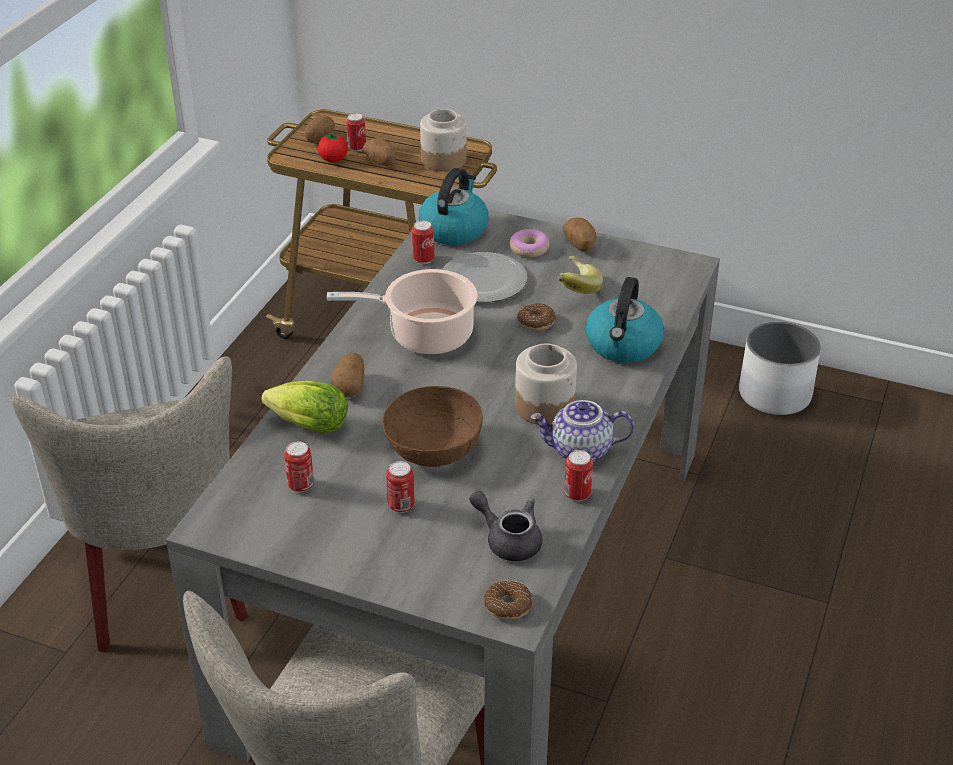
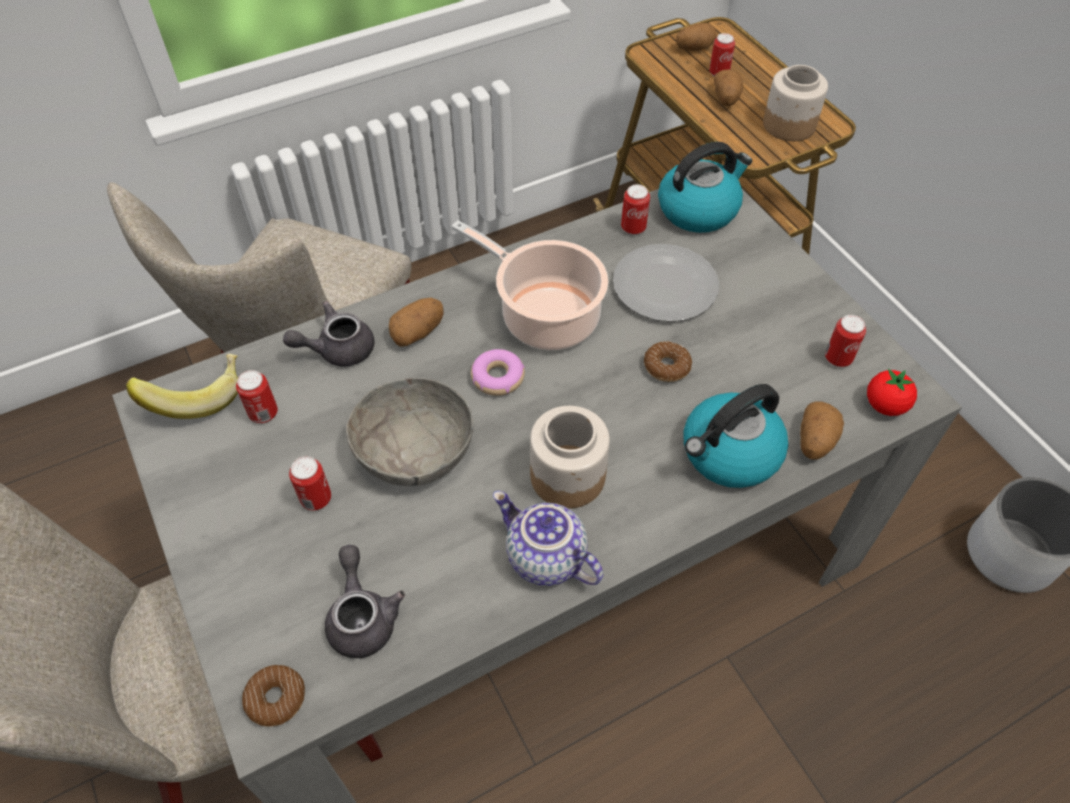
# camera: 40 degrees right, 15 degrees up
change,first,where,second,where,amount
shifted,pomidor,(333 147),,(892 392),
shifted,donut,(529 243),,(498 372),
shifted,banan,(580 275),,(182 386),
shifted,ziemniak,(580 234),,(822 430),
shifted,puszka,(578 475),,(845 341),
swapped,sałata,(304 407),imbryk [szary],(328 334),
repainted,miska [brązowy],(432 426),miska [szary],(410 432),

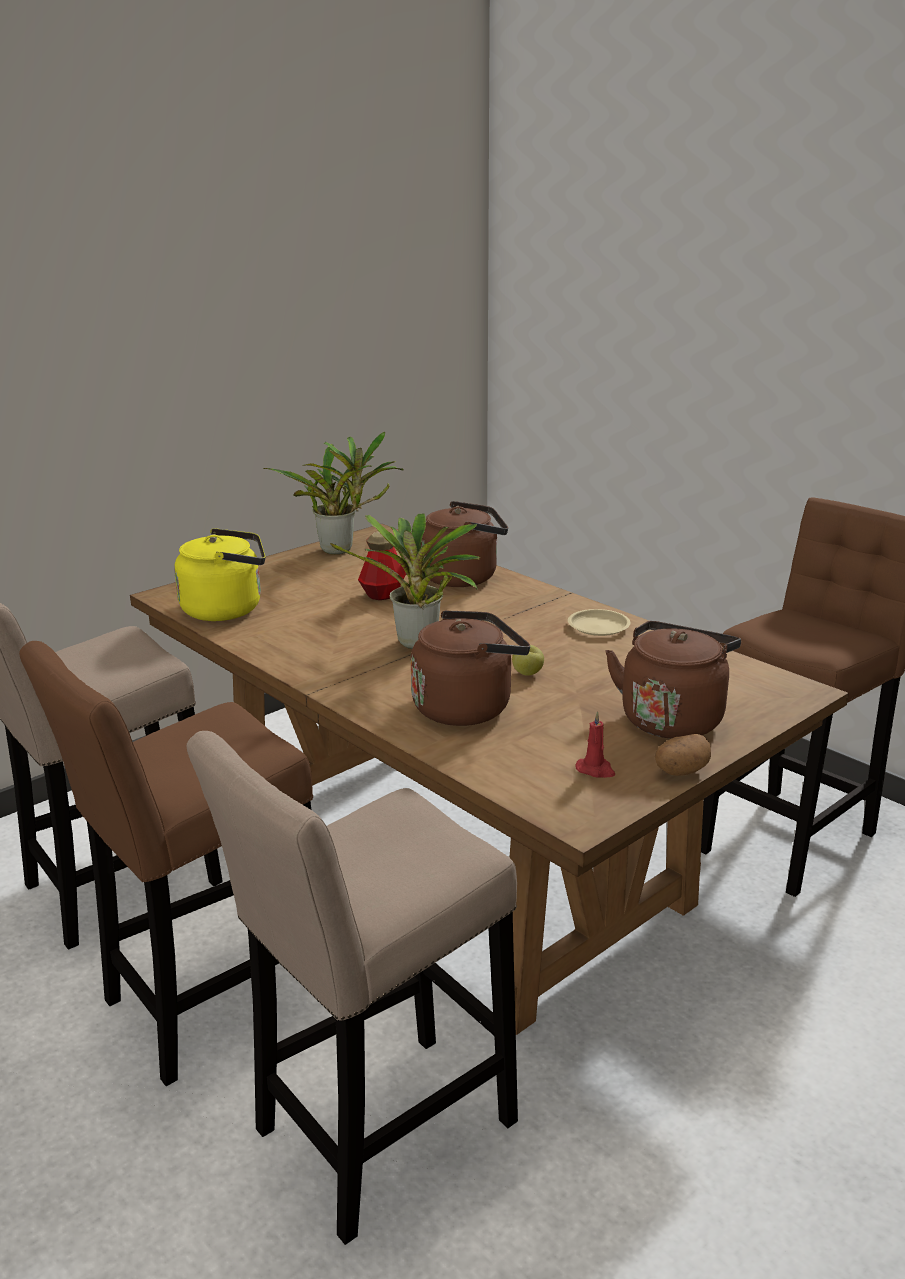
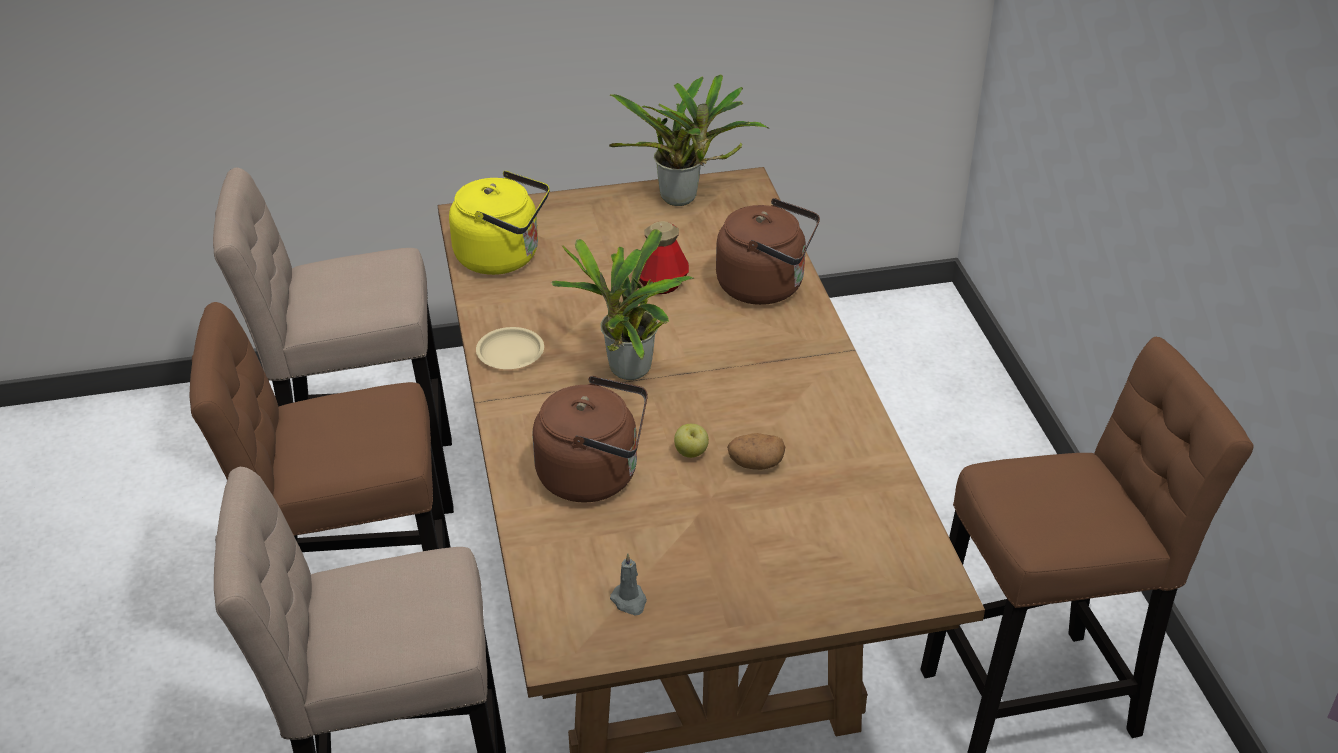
# camera: 30 degrees right, 15 degrees up
change,first,where,second,where,amount
gone,czajnik [brązowy],(673 680),,,
shifted,talerz [beżowy],(599 622),,(510 348),
shifted,ziemniak,(683 755),,(756 451),
repainted,świeca [czerwony],(595 744),świeca [szary],(628 584),

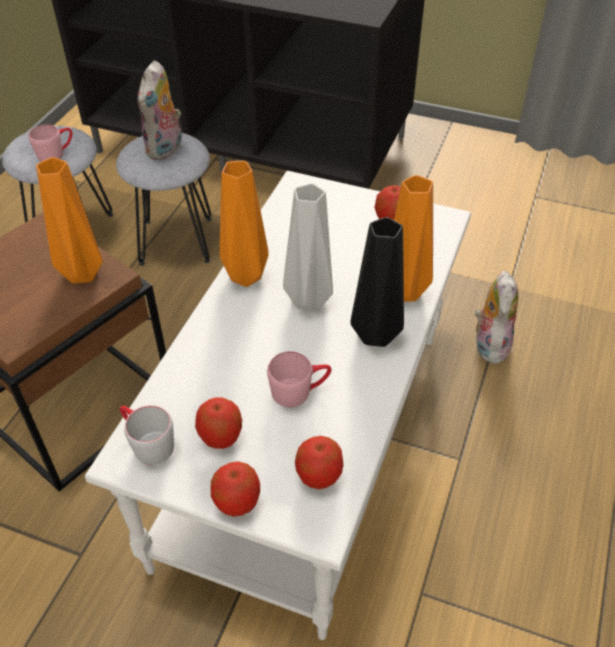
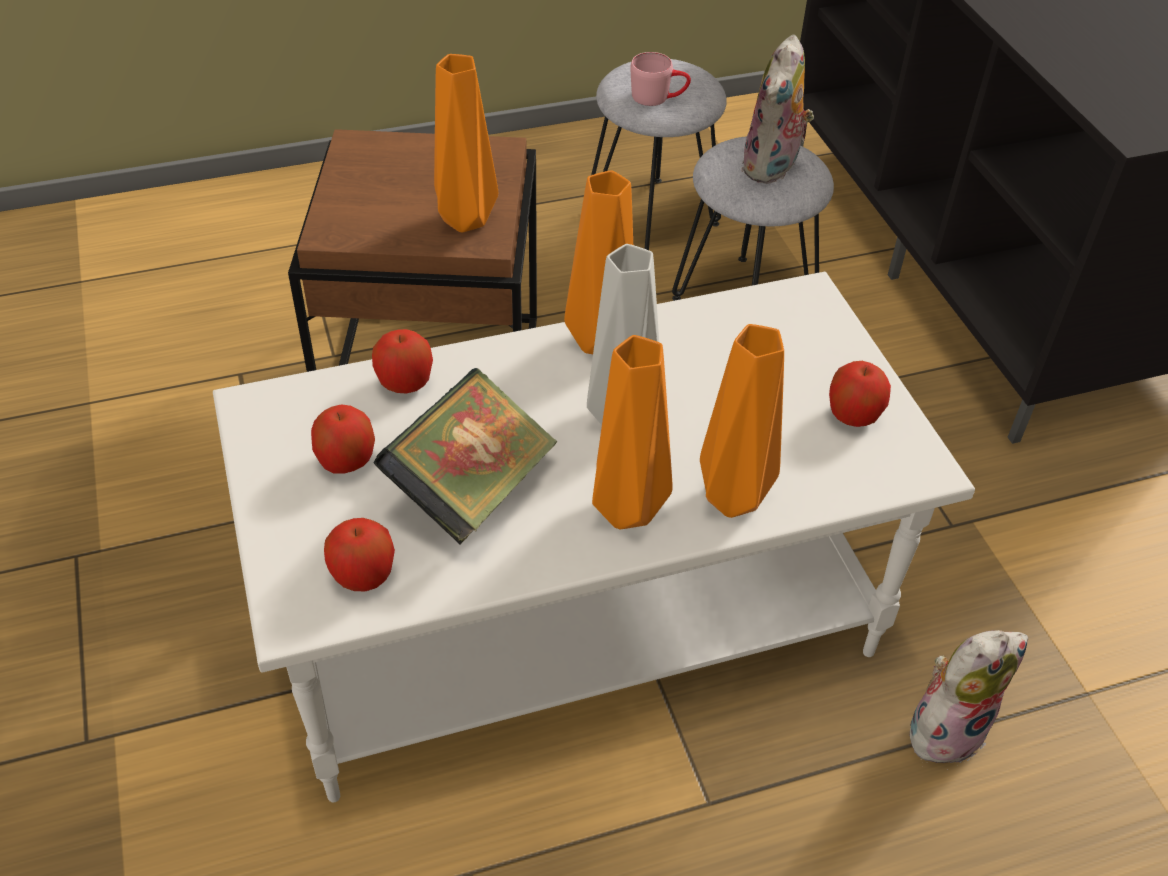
# camera: 50 degrees right, 0 degrees up
change,first,where,second,where,amount
gone,kubek [szary],(147 435),,,
shifted,jabłko,(235 489),,(402 361),
swapped,kubek [różowy],(299 379),książka,(465 456),
repainted,wazon [czarny],(377 282),wazon [pomarańczowy],(632 432),
rotated,pluszak,(159 110),,(777 109),45 degrees counterclockwise

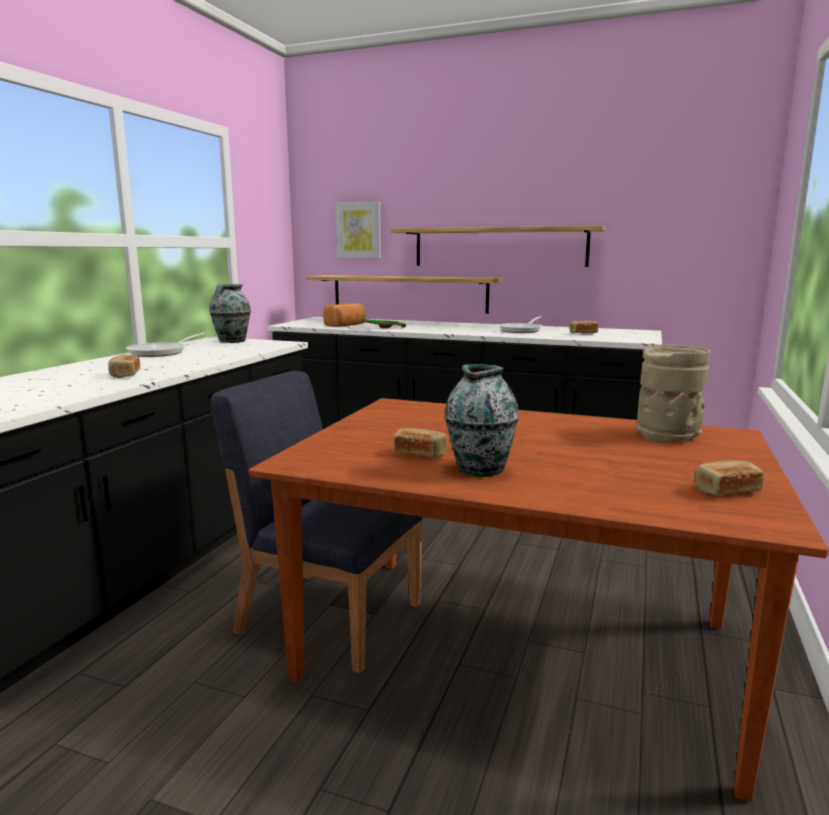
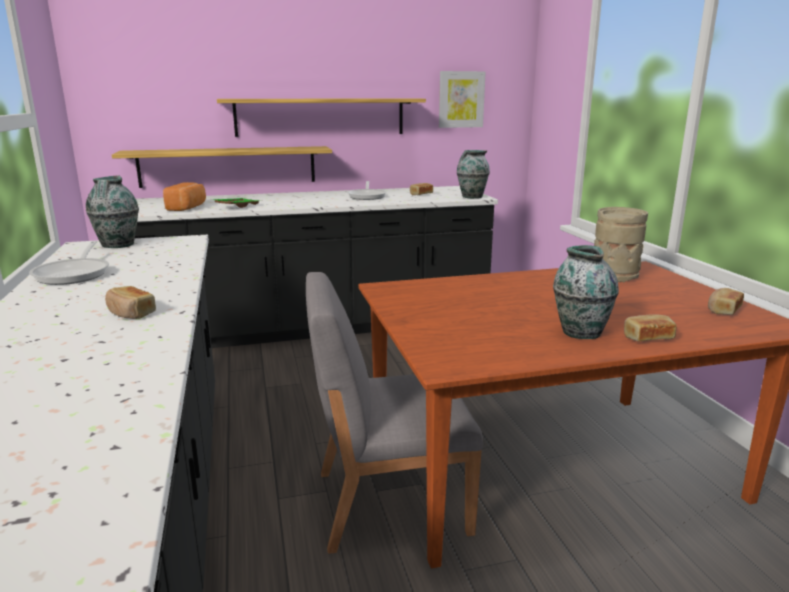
# camera: 35 degrees left, 5 degrees up
change,first,where,second,where,amount
new,,,wazon,(473 174),
shifted,obraz,(358 229),,(462 99),
shifted,chleb,(420 442),,(650 328),
repainted,krzesło [niebieski],(317 522),krzesło [szary],(394 413),

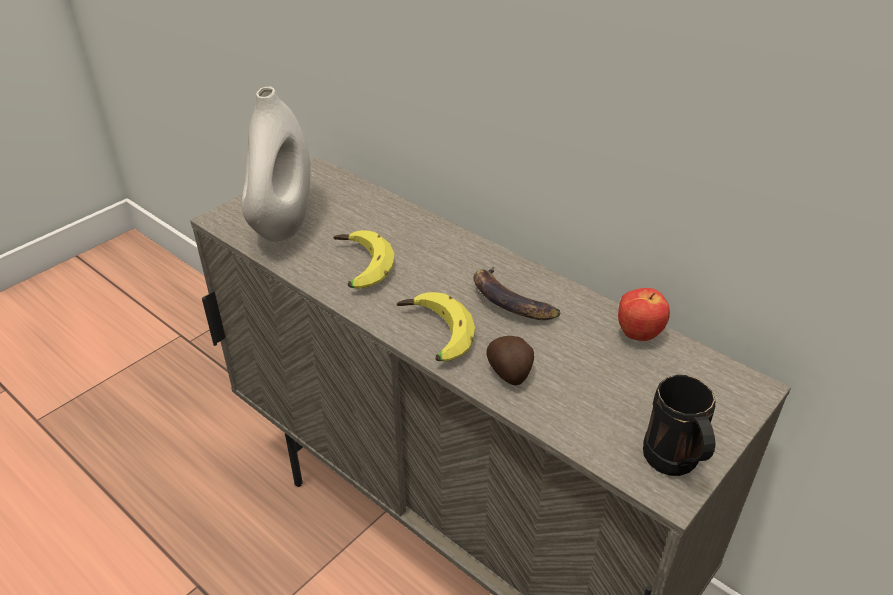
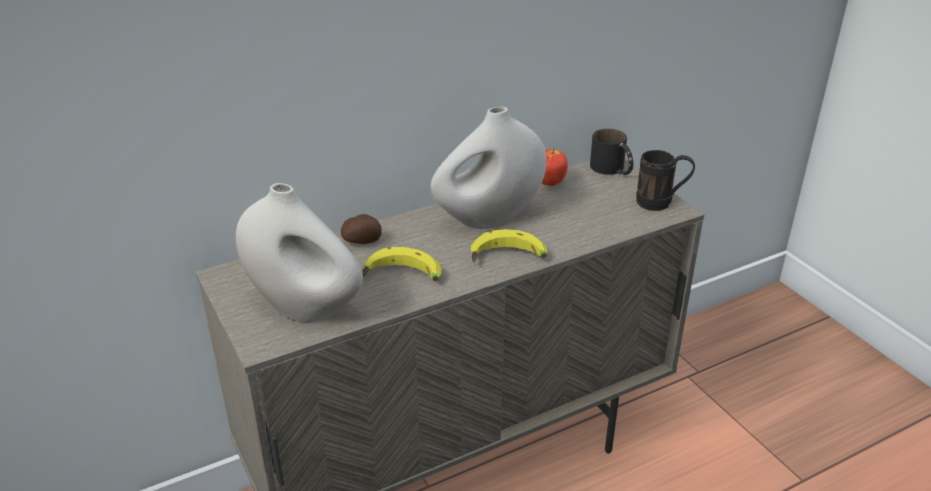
# camera: 70 degrees left, 5 degrees down
change,first,where,second,where,amount
new,,,kubek [czarny],(611 152),
shifted,ziemniak,(510 361),,(361 229),
swapped,banan,(516 293),wazon [biały],(488 167),

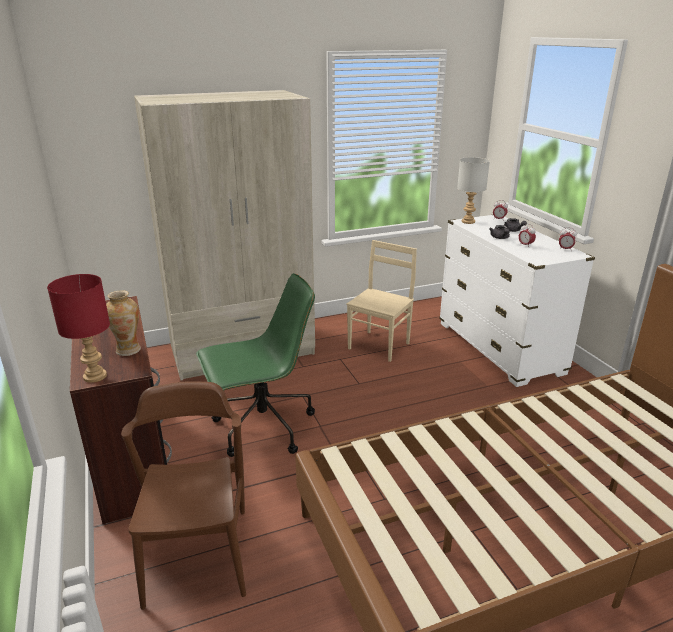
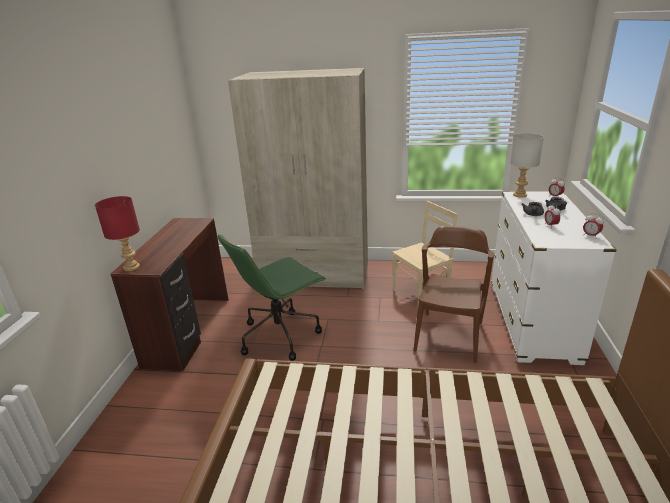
# camera: 30 degrees right, 0 degrees up
change,first,where,second,where,amount
gone,wazon,(123 323),,,
shifted,krzesło [brązowy],(183 495),,(454 294),
rotated,krzesło biurowe [zielony],(255 365),,(272 298),135 degrees clockwise

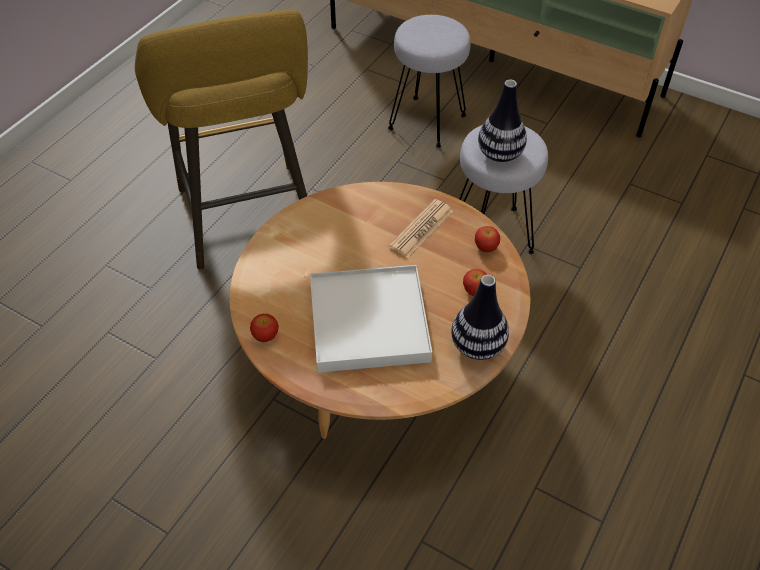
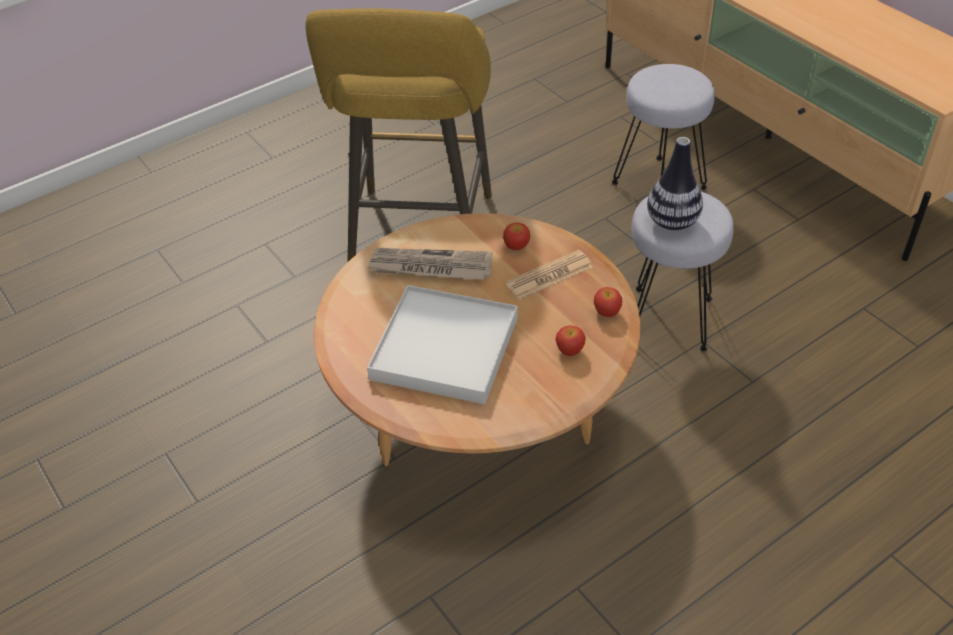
# camera: 25 degrees right, 5 degrees down
change,first,where,second,where,amount
gone,wazon,(480 317),,,
new,,,gazeta,(429 264),
shifted,jabłko,(264 328),,(516 236),

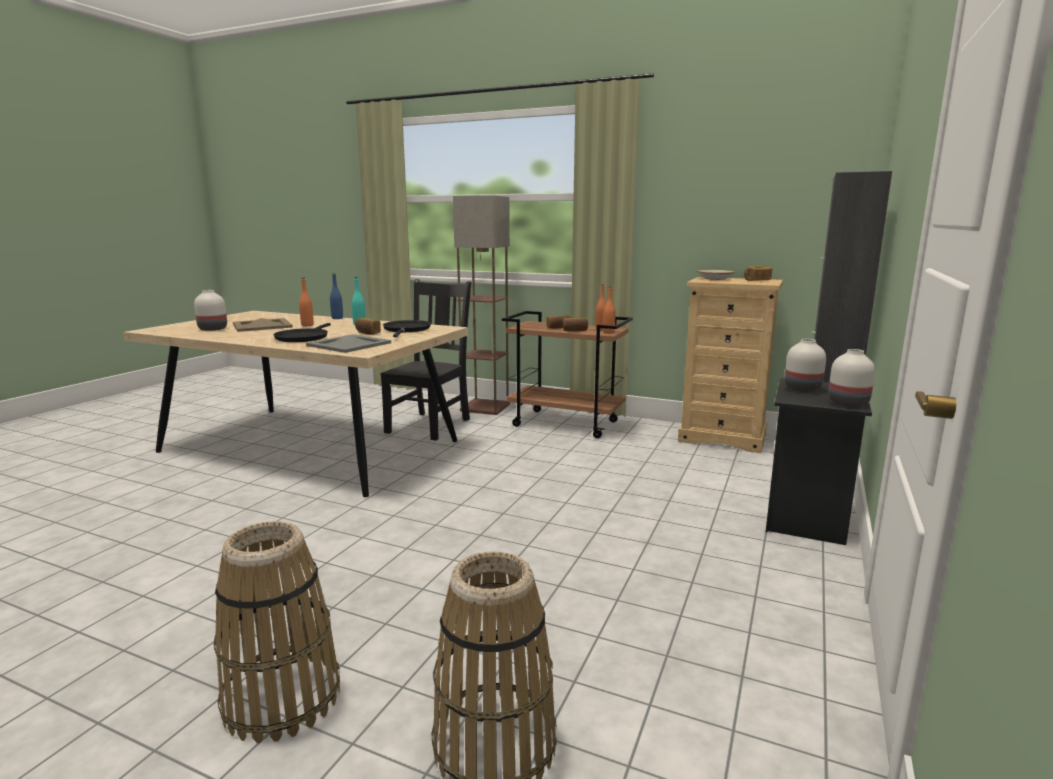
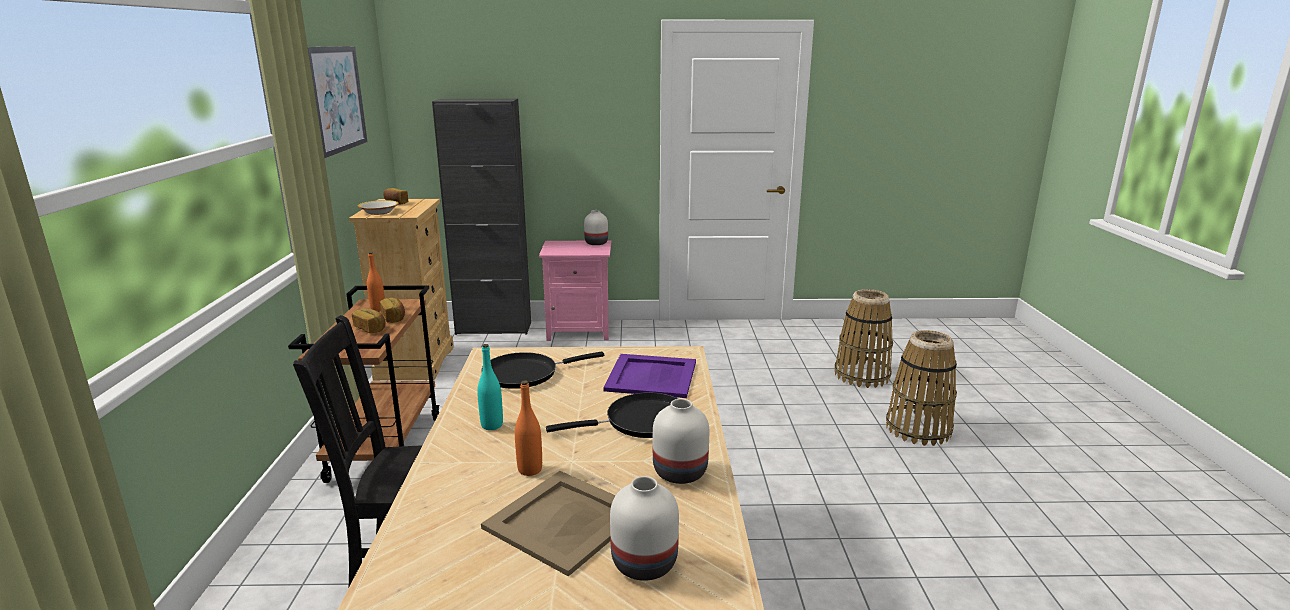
# camera: 115 degrees left, 5 degrees up
change,first,where,second,where,amount
gone,butelka [niebieski],(336 296),,,
gone,chleb,(368 326),,,
gone,lampa stojąca,(481 305),,,
gone,butelka [pomarańczowy],(609 310),,,
new,,,obraz,(337 102),
shifted,wazon [biały],(805 365),,(681 441),
repainted,taca [szary],(348 343),taca [fioletowy],(649 376),
repainted,szafka nocna [czarny],(819 461),szafka nocna [różowy],(575 290),

